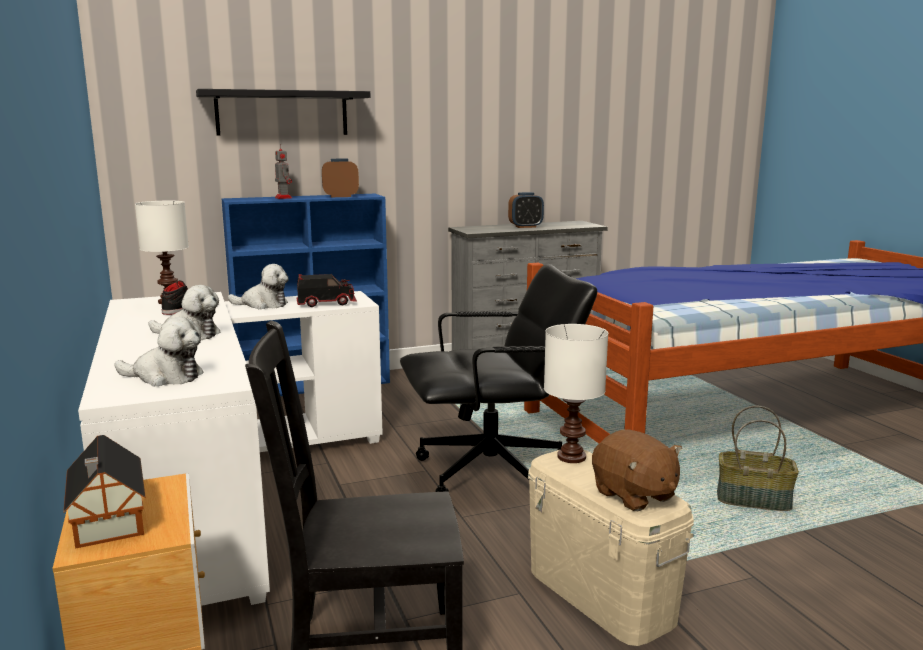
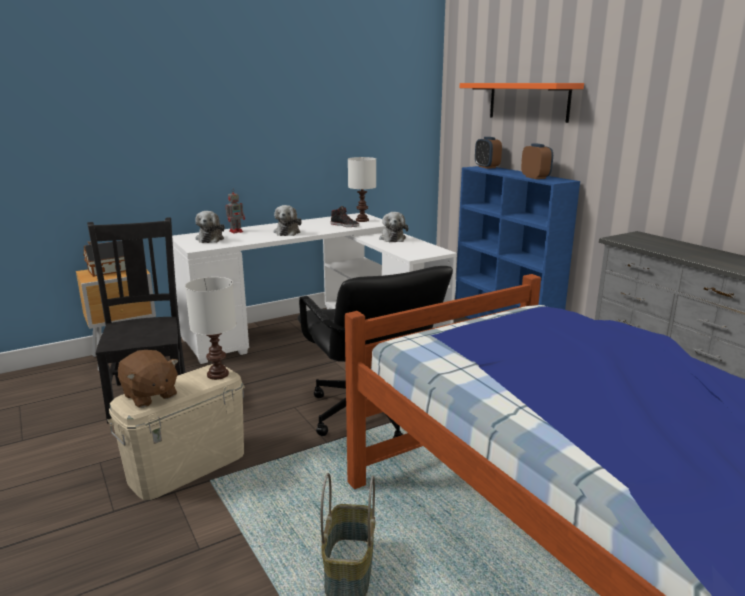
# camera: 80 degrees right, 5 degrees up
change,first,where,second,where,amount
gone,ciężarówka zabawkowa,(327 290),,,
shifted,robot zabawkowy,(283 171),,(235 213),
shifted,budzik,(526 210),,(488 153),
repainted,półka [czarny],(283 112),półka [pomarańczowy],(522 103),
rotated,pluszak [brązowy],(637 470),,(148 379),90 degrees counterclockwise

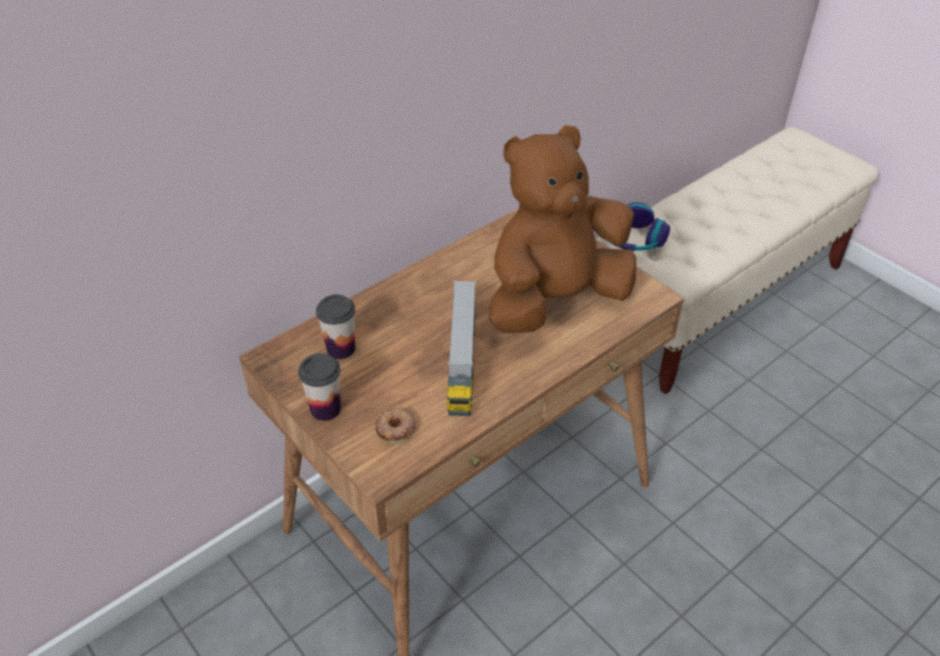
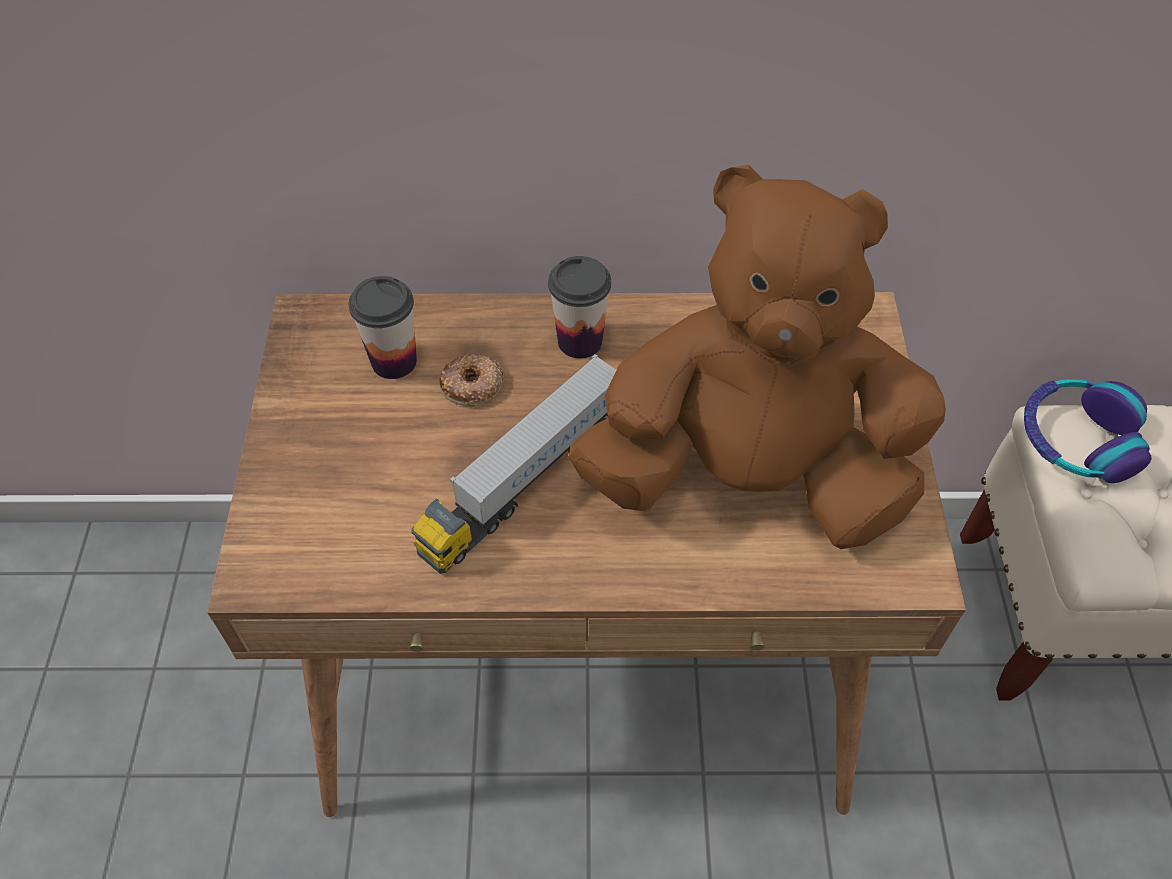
# camera: 40 degrees right, 10 degrees up
change,first,where,second,where,amount
shifted,filiżanka,(319 387),,(579 307),
shifted,donut,(395 426),,(471 380),

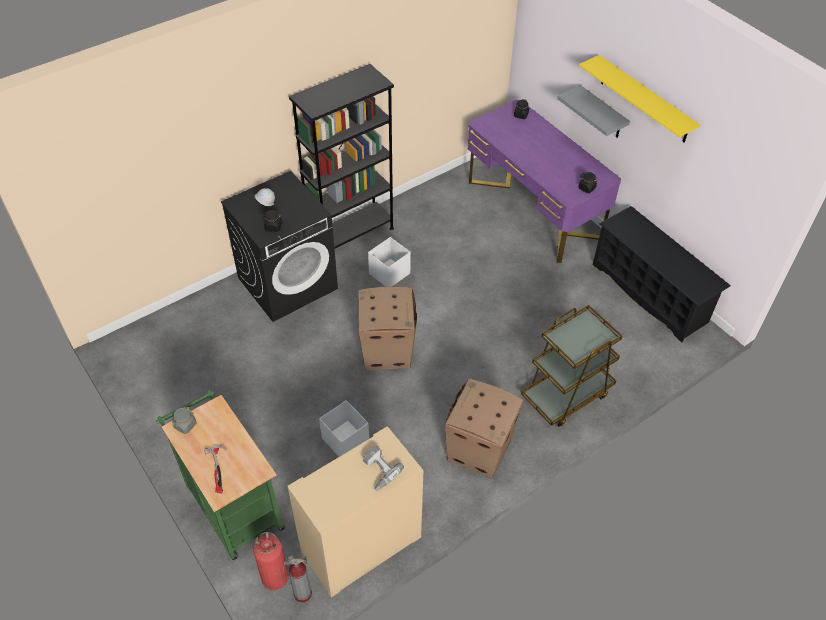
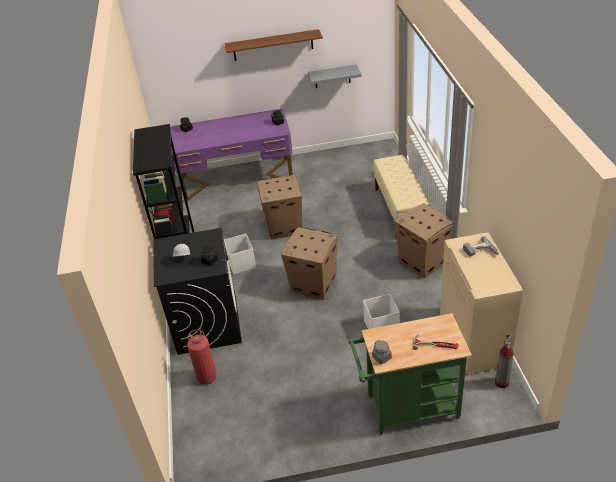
# camera: 60 degrees left, 10 degrees down
change,first,where,second,where,amount
gone,regał na buty [czarny],(662 274),,,
new,,,karton,(279 207),
shifted,gaśnica,(271 561),,(202 356),
shifted,półka [szary],(593 111),,(335 76),
swapped,wózek [brązowy],(571 366),ławka [beżowy],(402 197),
repainted,półka [żółty],(639 99),półka [brązowy],(274 45),

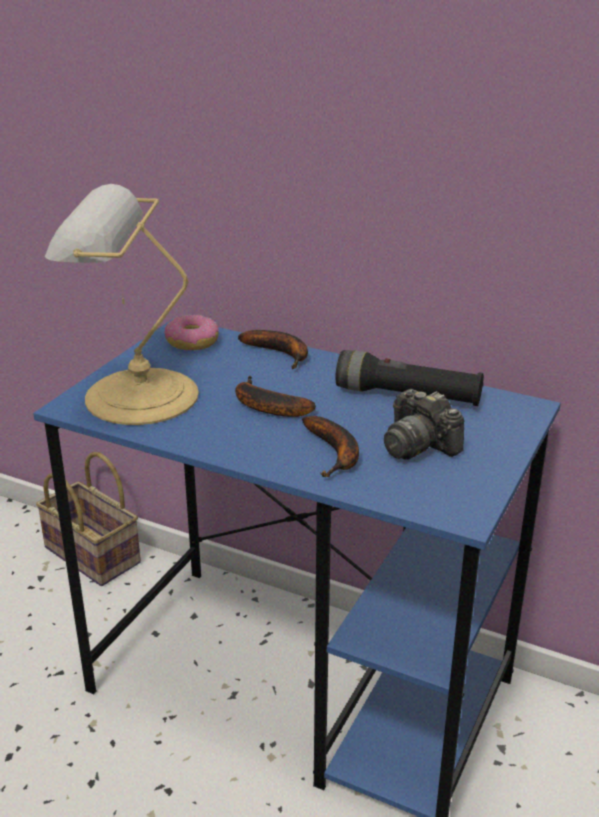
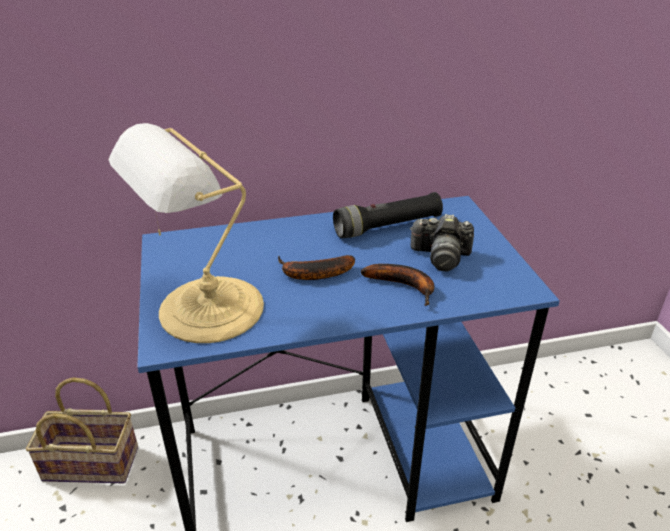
# camera: 40 degrees left, 5 degrees up
change,first,where,second,where,amount
gone,donut,(191 332),,,
gone,banan,(273 349),,,

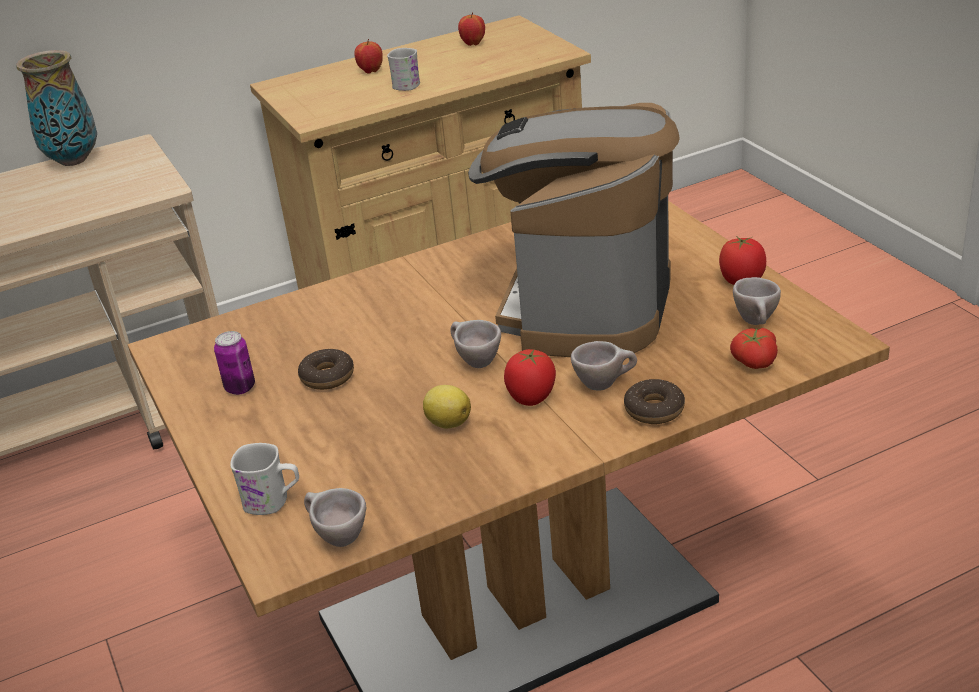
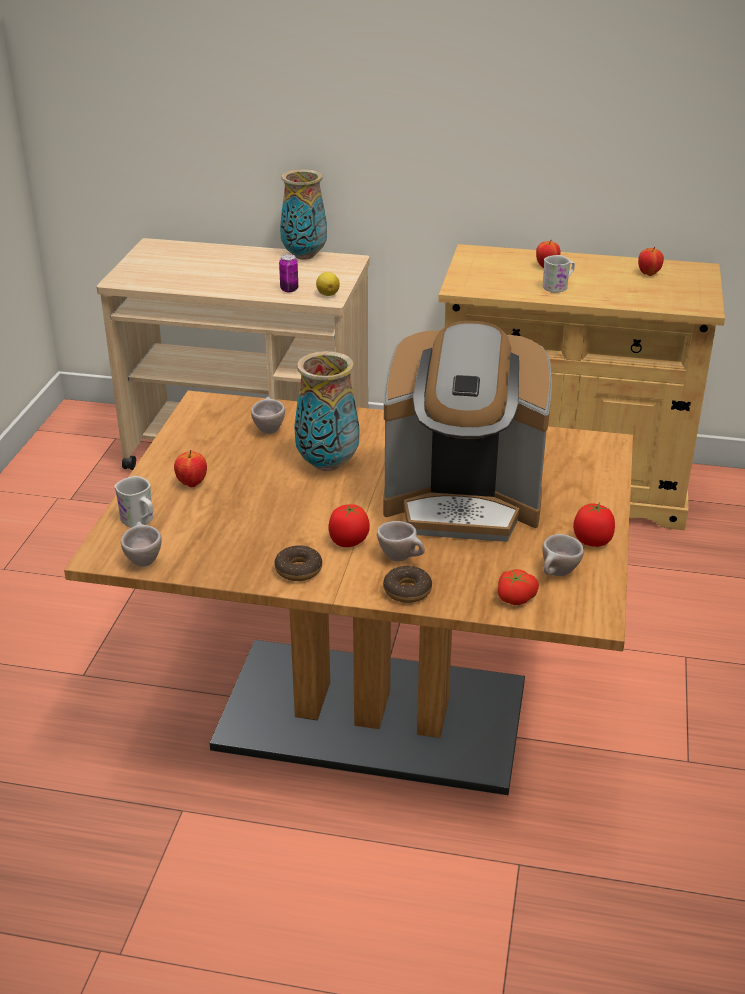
# camera: 35 degrees right, 0 degrees up
change,first,where,second,where,amount
new,,,jabłko,(190 468),
new,,,wazon,(327 411),
shifted,puszka,(234 363),,(288 273),
shifted,donut,(326 369),,(298 563),
shifted,cytryna,(447 406),,(328 284),
shifted,filiżanka [beżowy],(476 344),,(268 415),
rotated,ekspres do kawy,(574 230),,(467 431),135 degrees counterclockwise

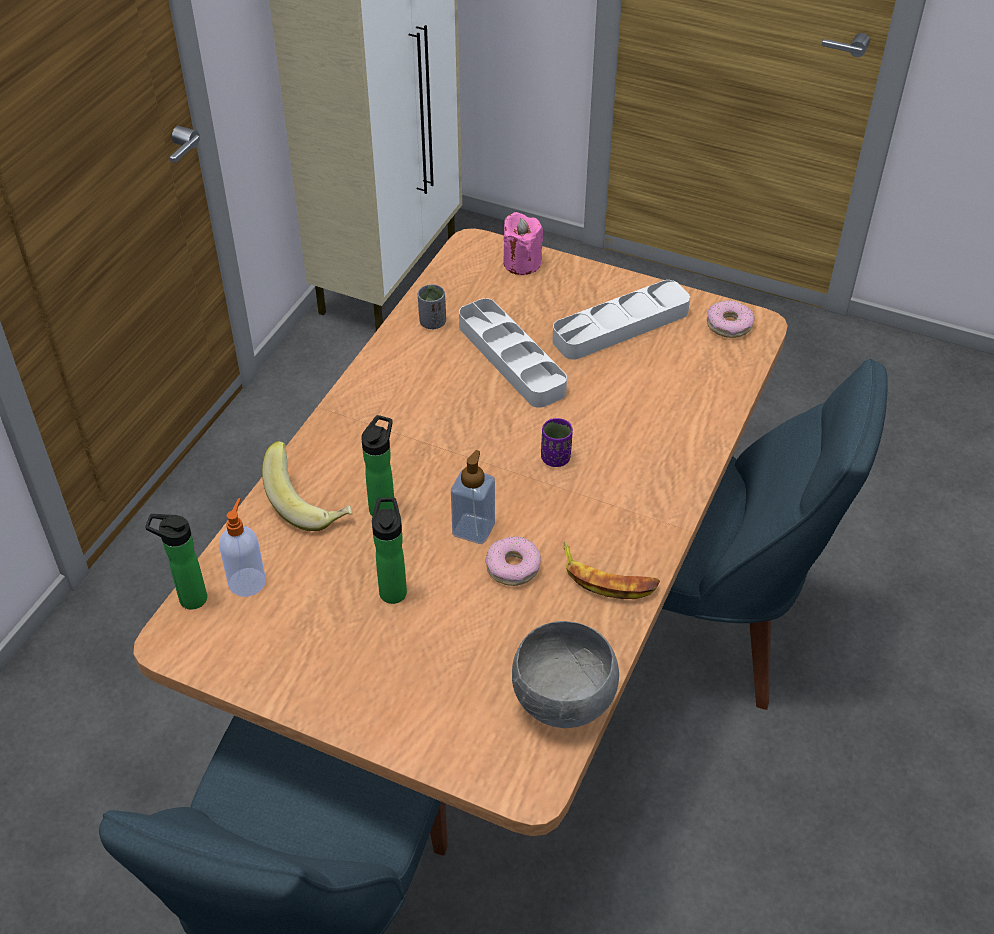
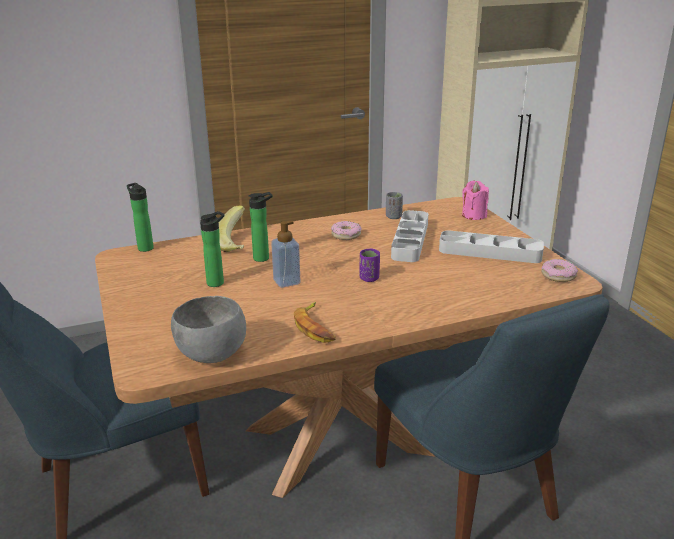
# camera: 45 degrees right, 20 degrees down
change,first,where,second,where,amount
gone,dozownik mydła,(242 547),,,
shifted,donut,(513 561),,(346 230),

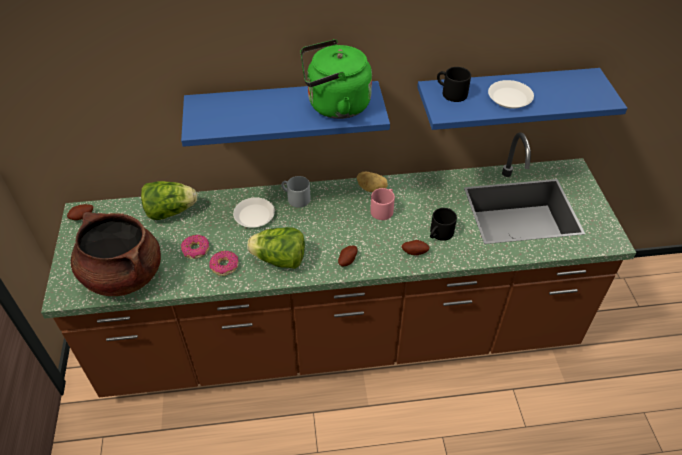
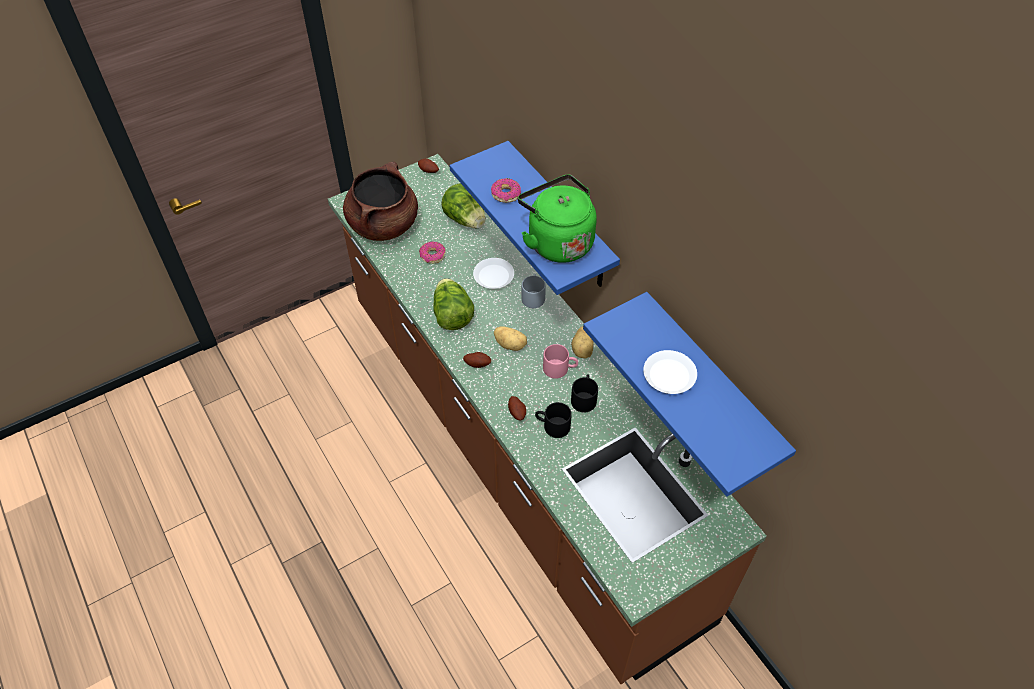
# camera: 65 degrees right, 5 degrees up
change,first,where,second,where,amount
new,,,ziemniak,(510 338),
shifted,donut,(223 263),,(506 190),
shifted,kubek [czarny],(454 84),,(584 393),

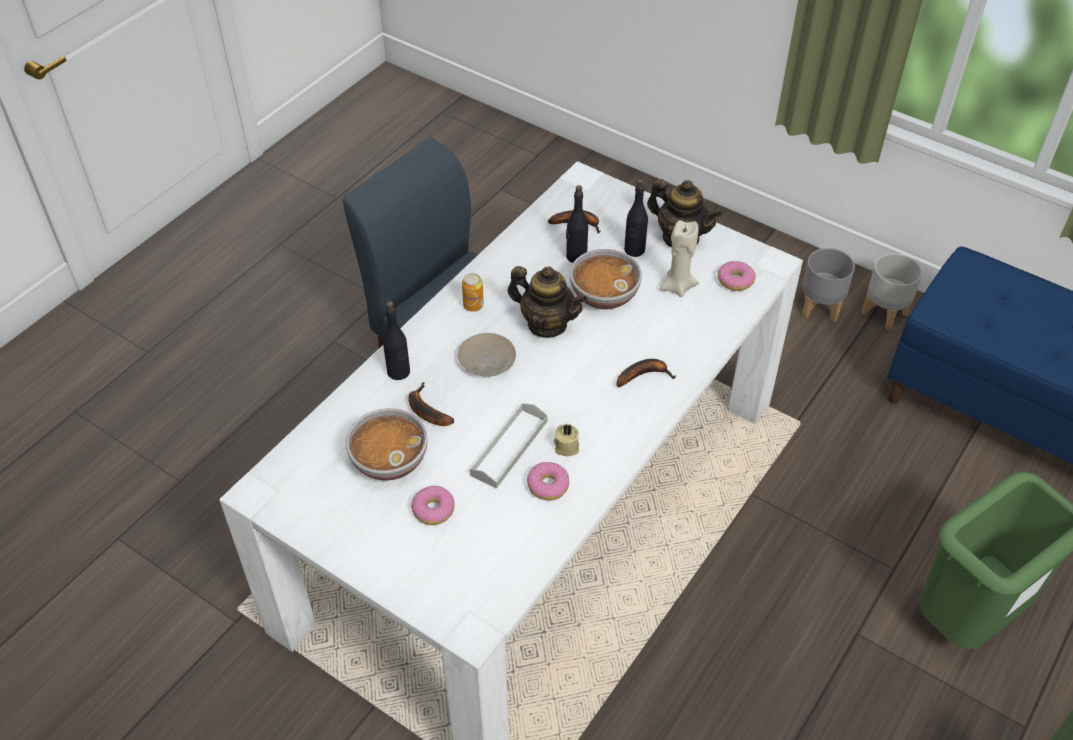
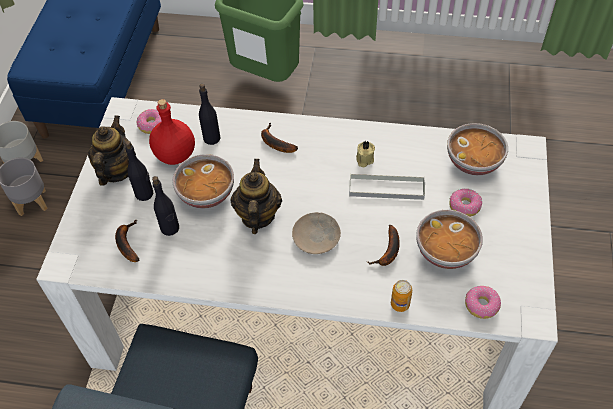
# camera: 115 degrees left, 5 degrees up
change,first,where,second,where,amount
new,,,miska,(477 149),
shifted,butelka [czarny],(396 340),,(210 114),
shifted,puszka,(473 292),,(401 296),
shifted,donut,(548 481),,(483 302),
swapped,świeca [beżowy],(679 258),butelka [czerwony],(172 132),

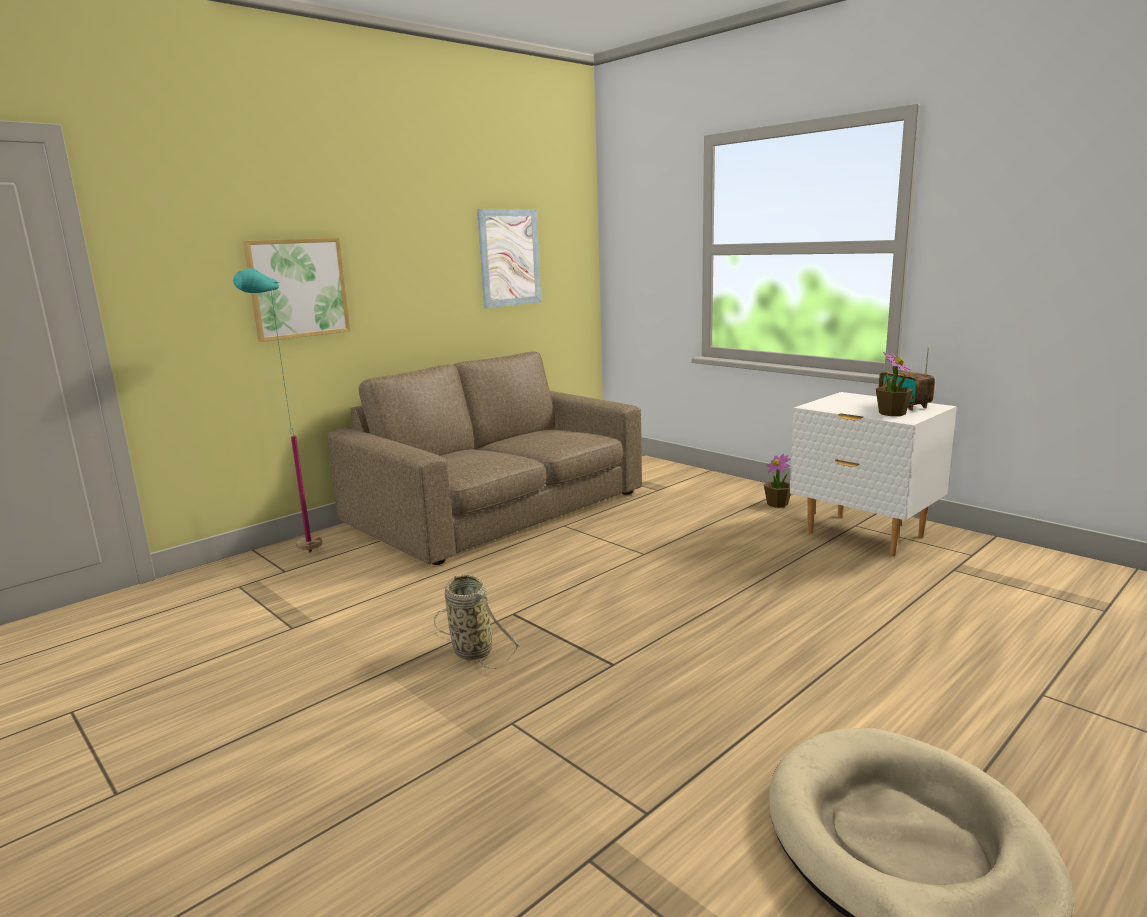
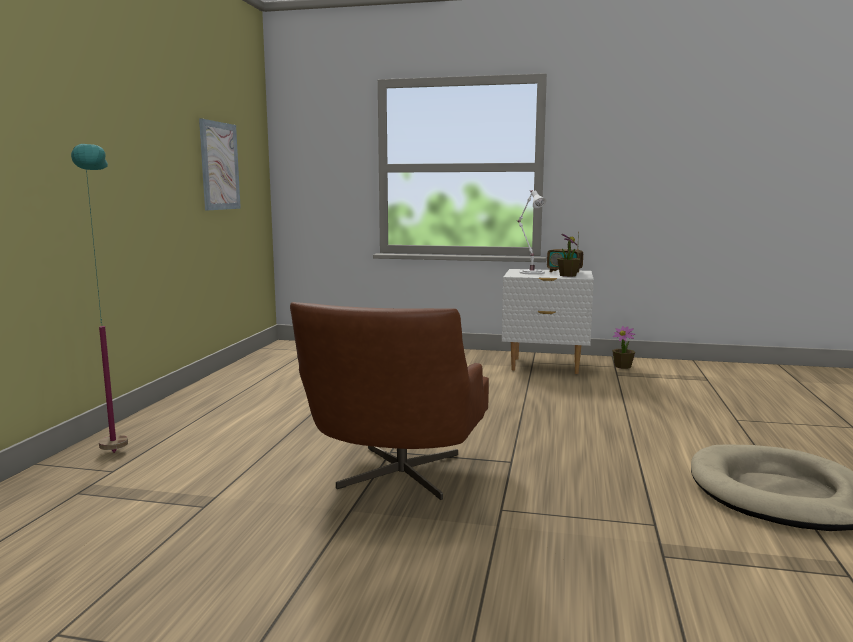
# camera: 35 degrees left, 5 degrees down
change,first,where,second,where,amount
gone,obraz,(296 290),,,
gone,kanapa [brązowy],(484 458),,,
new,,,lampa stołowa [biały],(532 232),
shifted,roślina doniczkowa,(777 481),,(623 347),
swapped,koszyk,(477 621),fotel [brązowy],(389 401),

